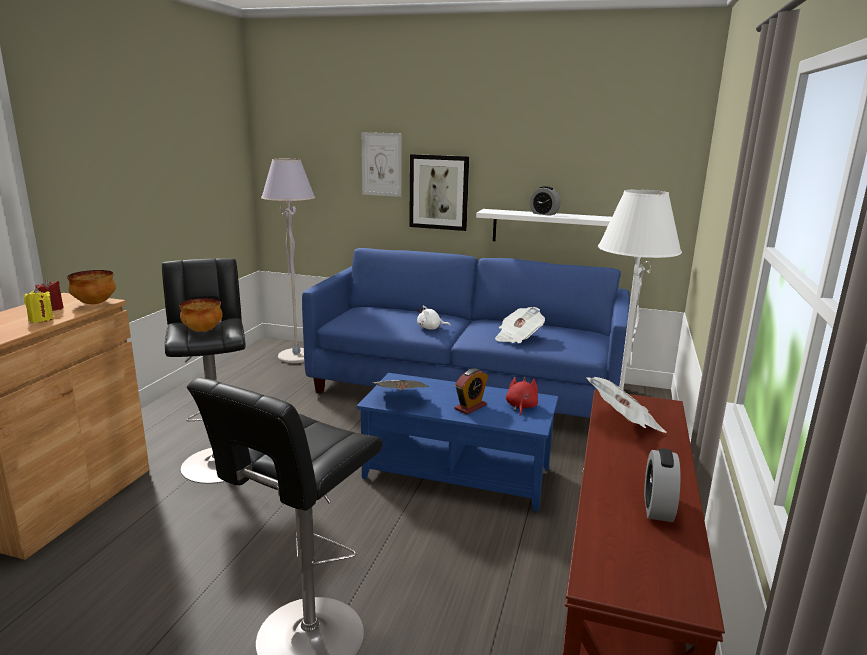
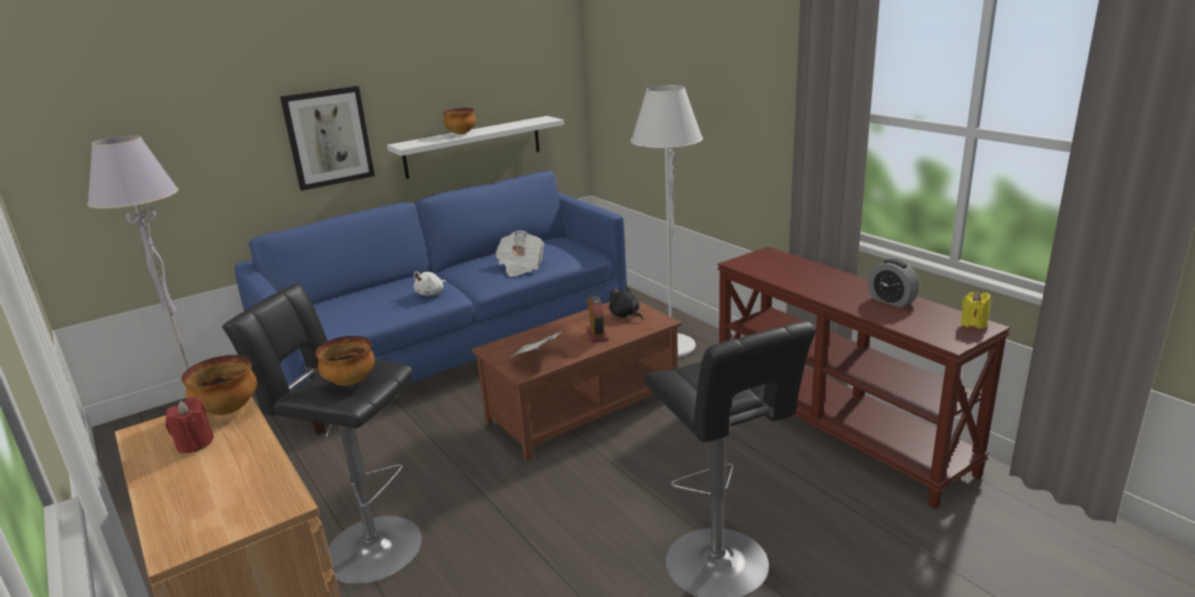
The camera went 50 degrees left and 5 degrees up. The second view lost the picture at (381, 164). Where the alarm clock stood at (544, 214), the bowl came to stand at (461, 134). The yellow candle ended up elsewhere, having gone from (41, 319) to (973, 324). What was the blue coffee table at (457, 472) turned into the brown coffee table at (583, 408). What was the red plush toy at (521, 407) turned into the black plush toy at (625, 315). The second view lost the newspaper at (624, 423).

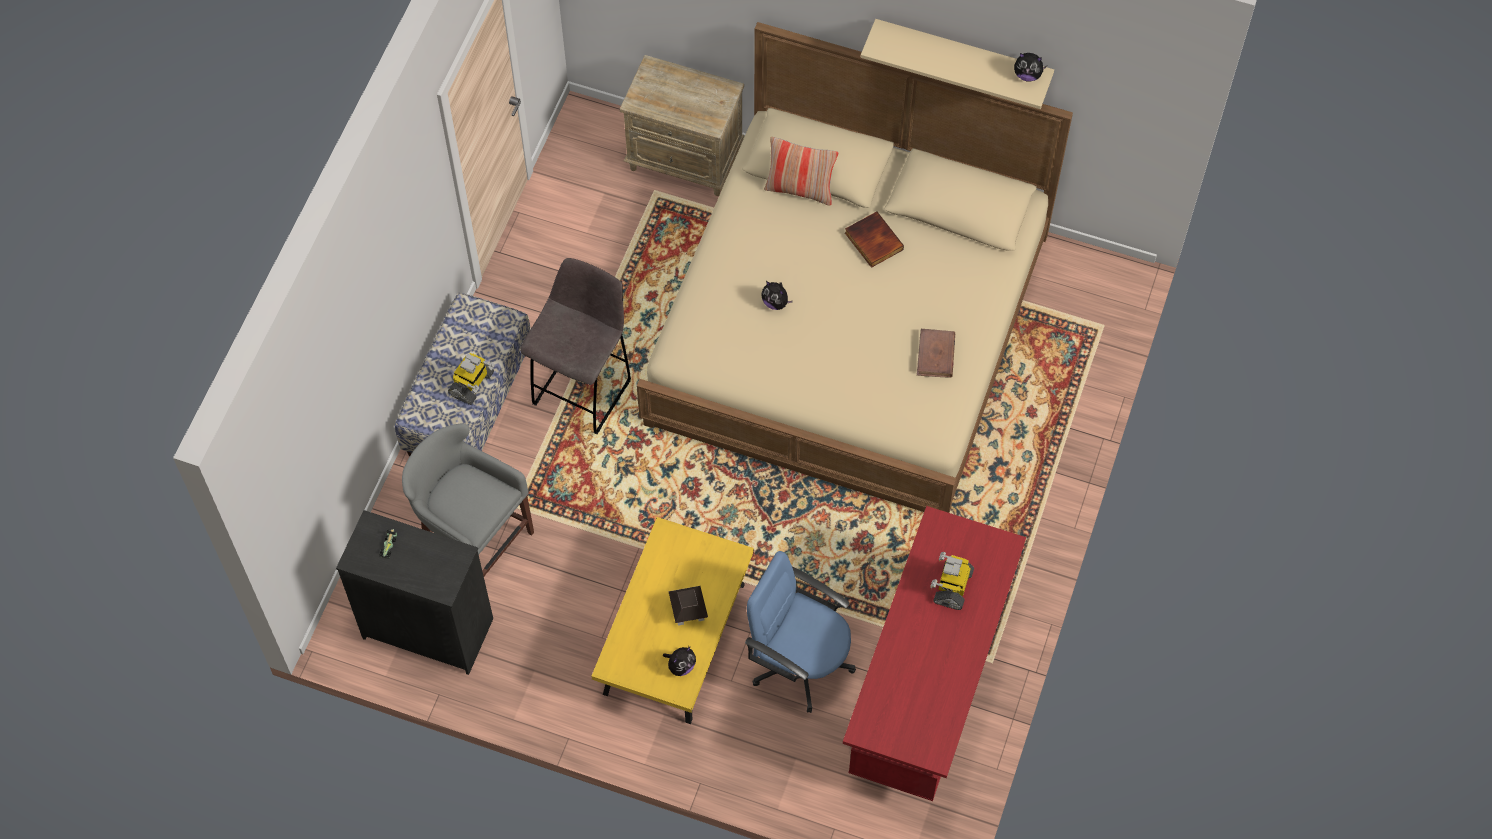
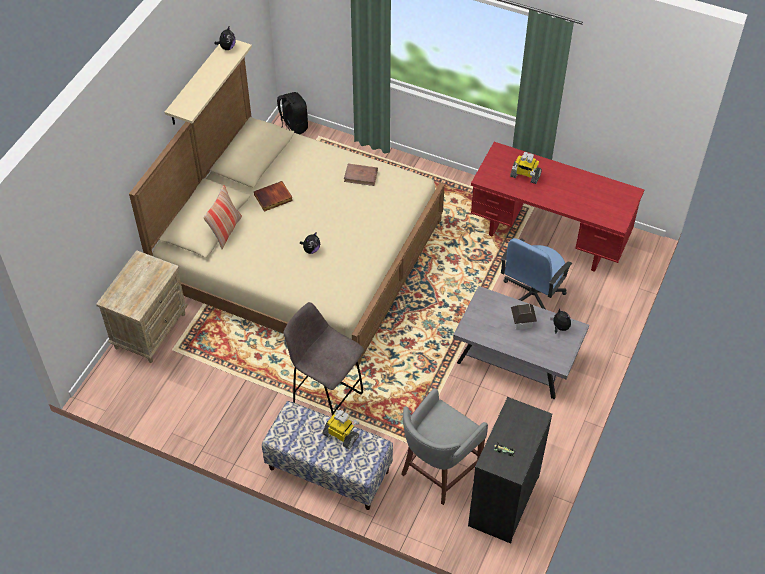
The camera went 85 degrees left and 10 degrees down. What was the yellow coffee table at (675, 640) turned into the grey coffee table at (516, 358). The second view gained the black backpack at (293, 127).

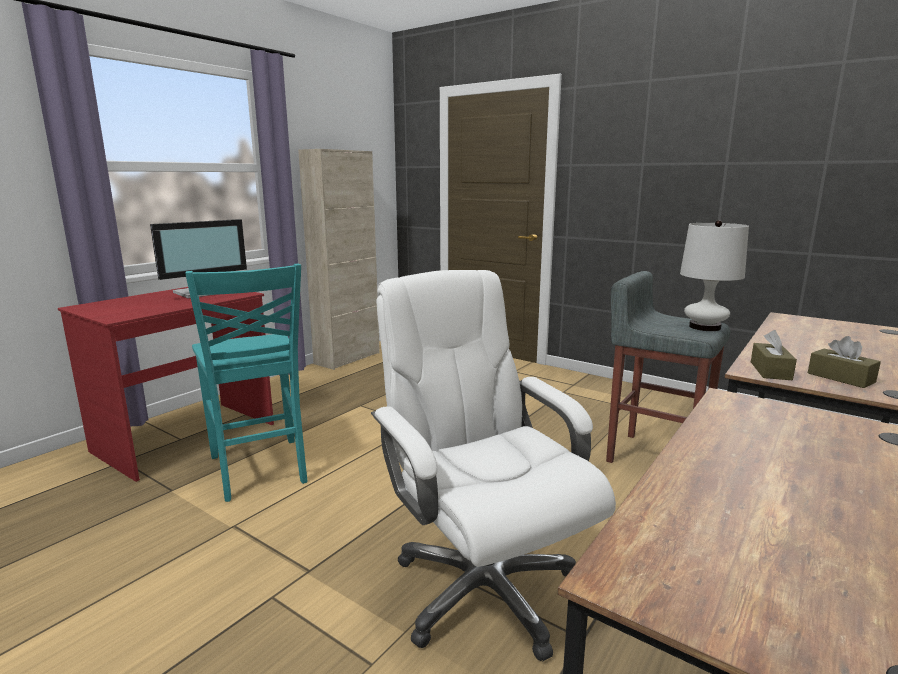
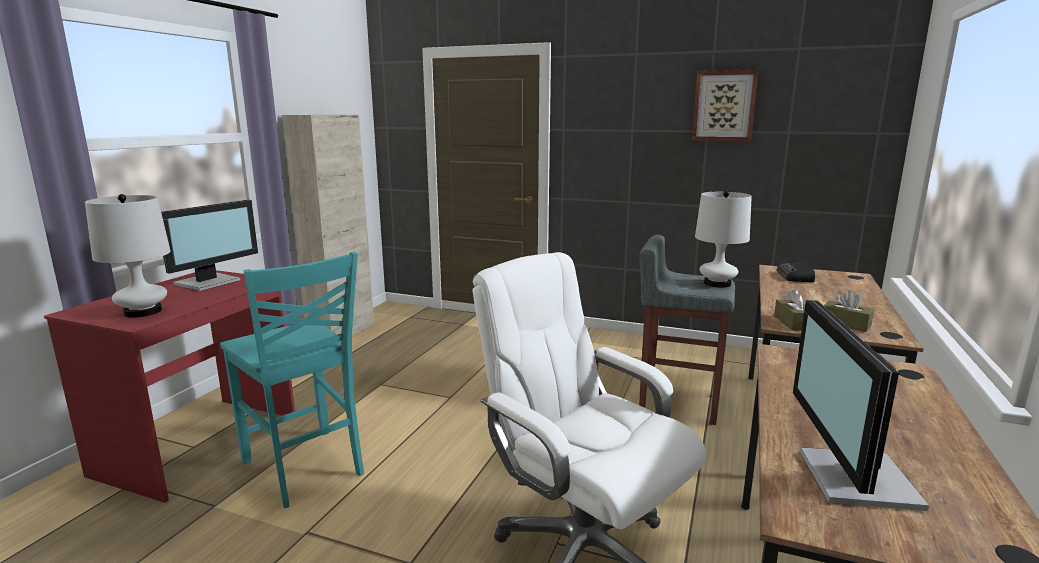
The camera went 15 degrees left and 0 degrees up. The second view gained the picture at (724, 106). The second view gained the white table lamp at (143, 312). The second view gained the radio at (795, 276). The second view gained the monitor at (853, 479).

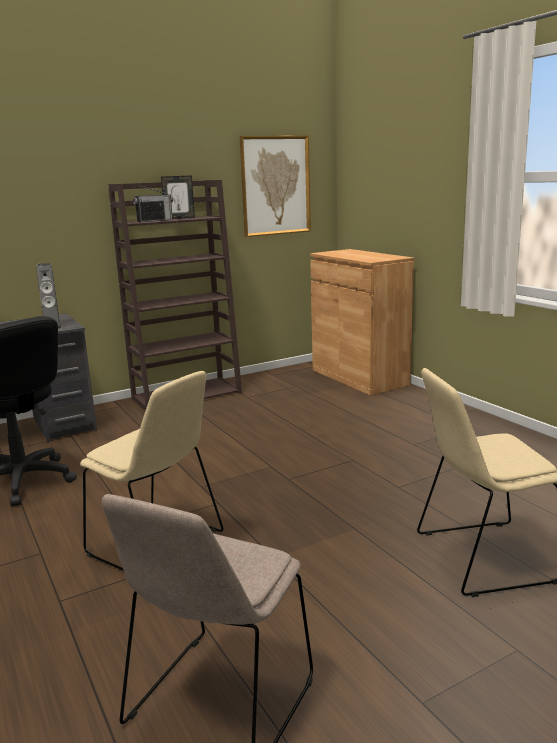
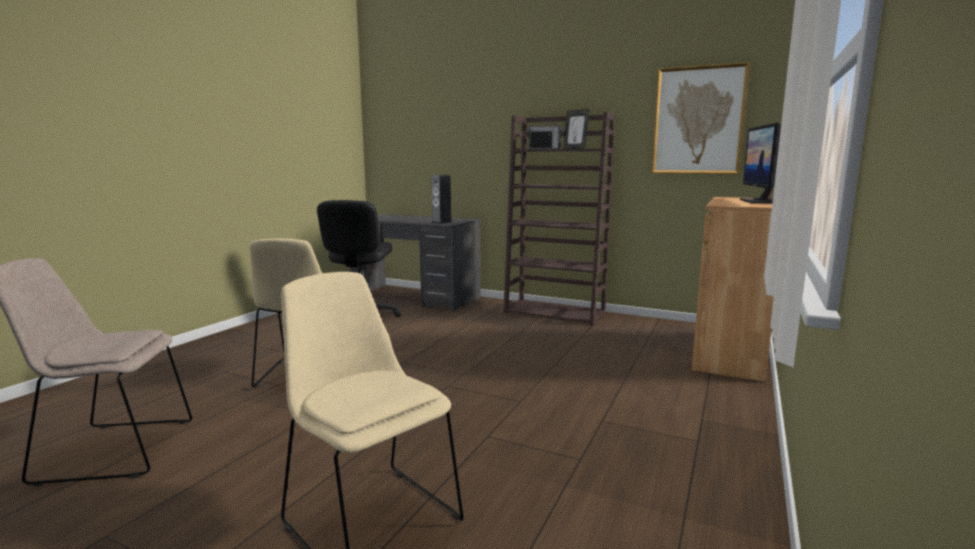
The camera went 55 degrees right and 5 degrees down. The second view gained the monitor at (758, 201).

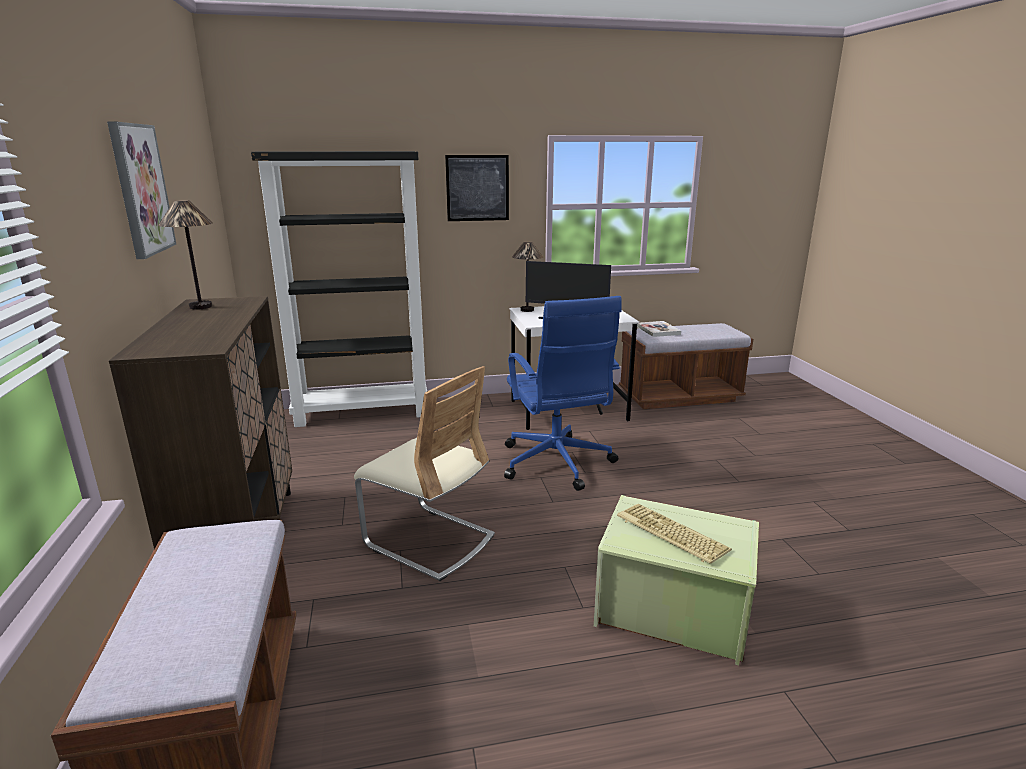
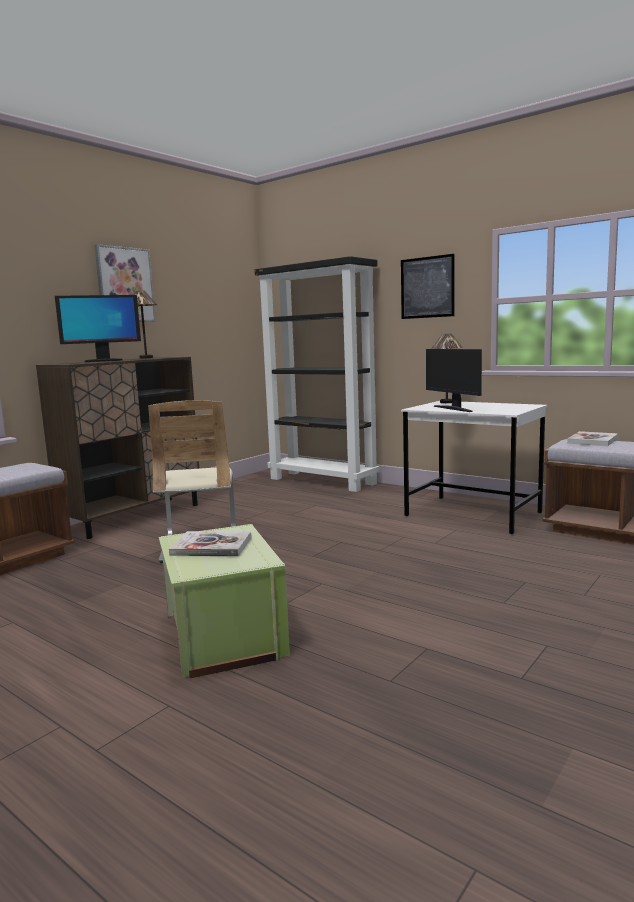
The camera went 50 degrees right and 10 degrees down. The second view lost the blue office chair at (557, 464). Where the keyboard stood at (669, 534), the book came to stand at (211, 546). The second view gained the monitor at (103, 361).

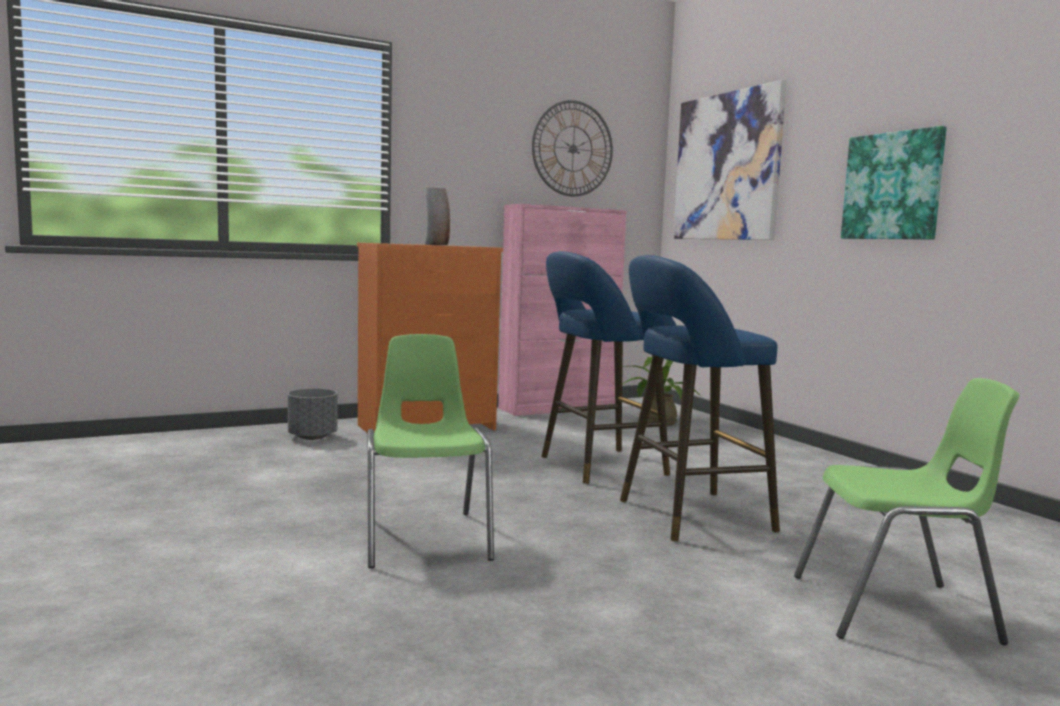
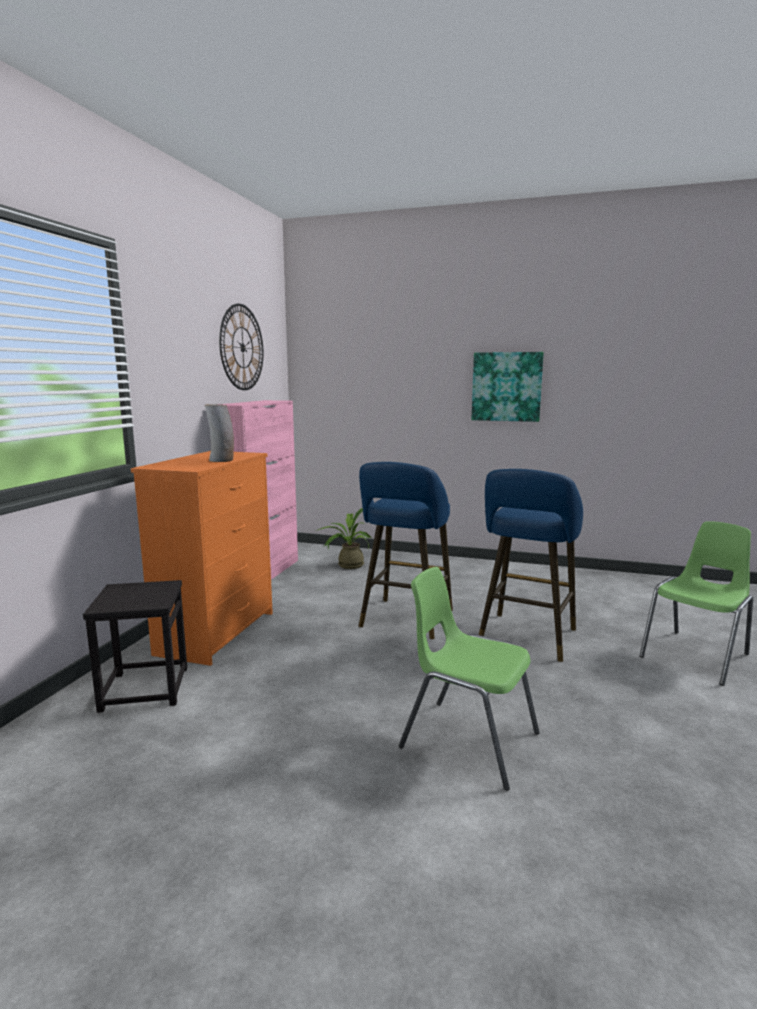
The camera went 45 degrees left and 5 degrees up. The second view lost the picture at (727, 167). Where the grey planter stood at (312, 437), the black stool came to stand at (144, 689).

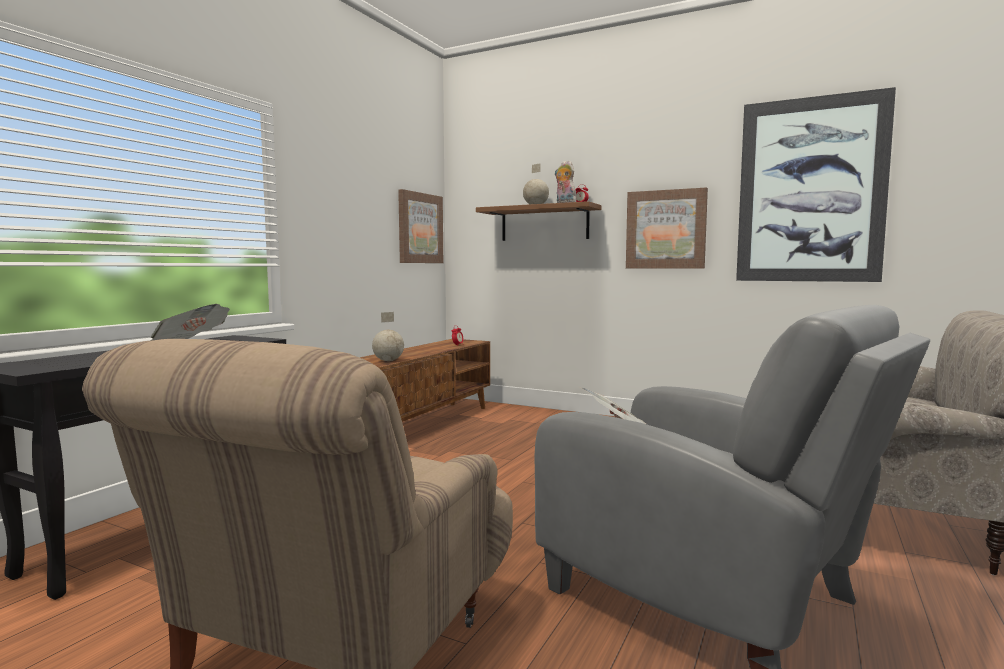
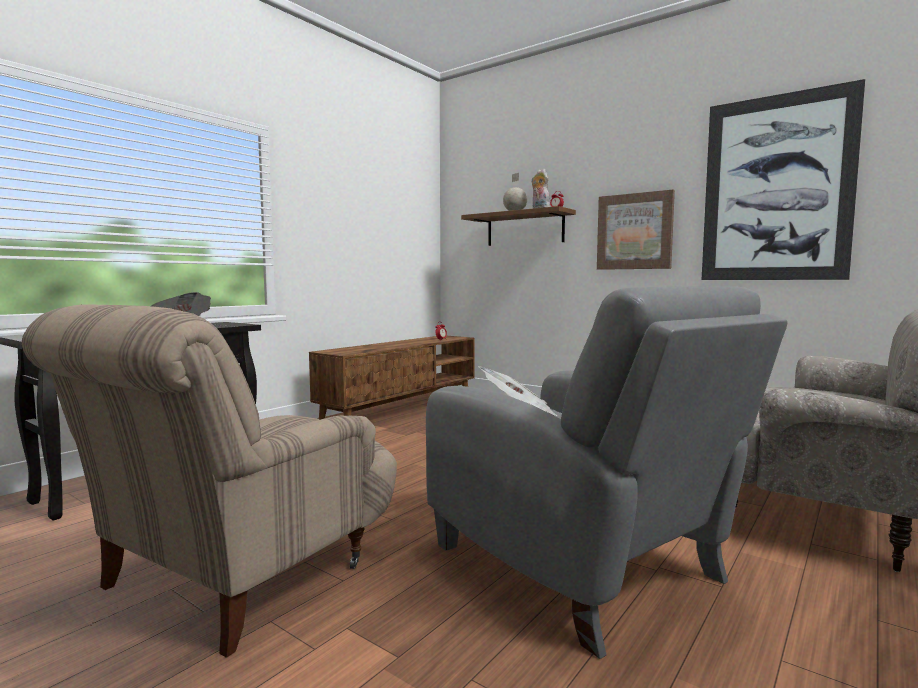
The camera went 10 degrees right and 0 degrees up. The second view lost the picture at (420, 228). The second view lost the globe at (388, 361).

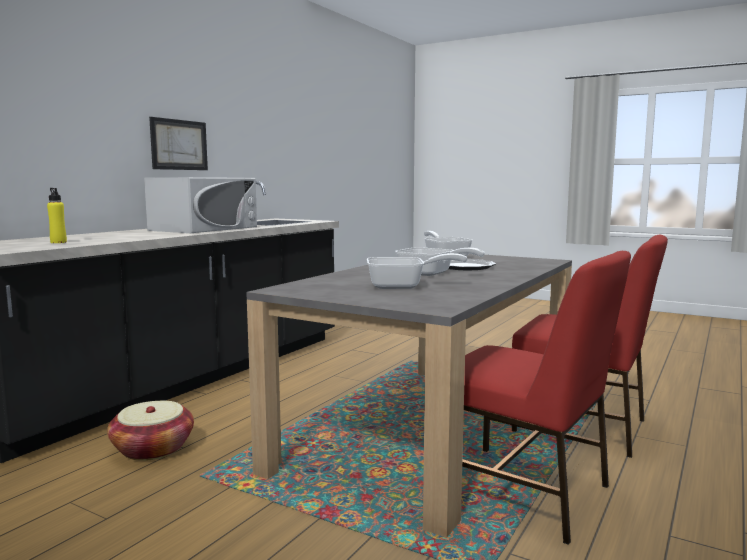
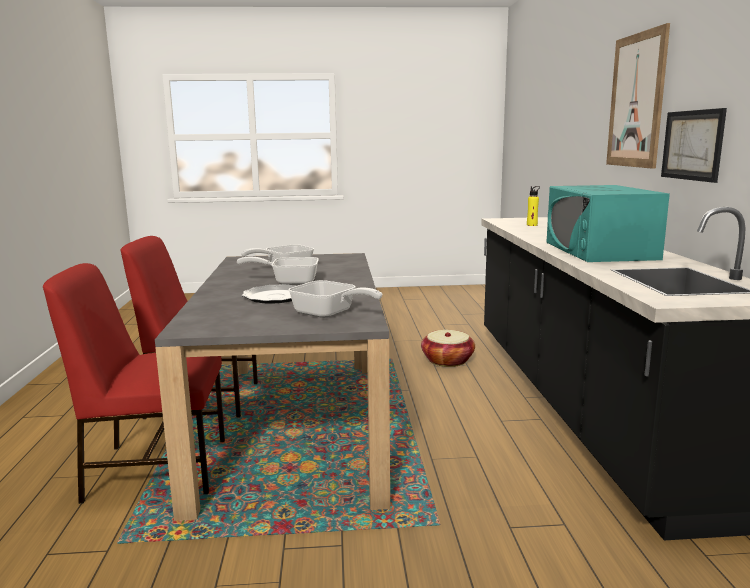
The camera went 145 degrees right and 5 degrees up. What was the white microwave at (204, 228) turned into the turquoise microwave at (599, 250). The second view gained the picture at (636, 101).

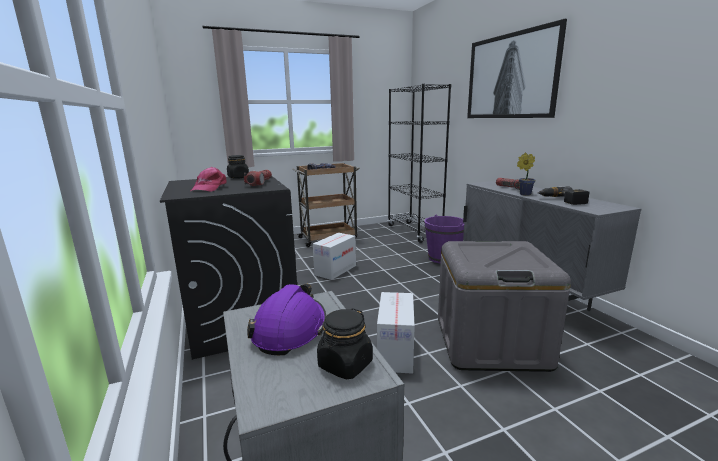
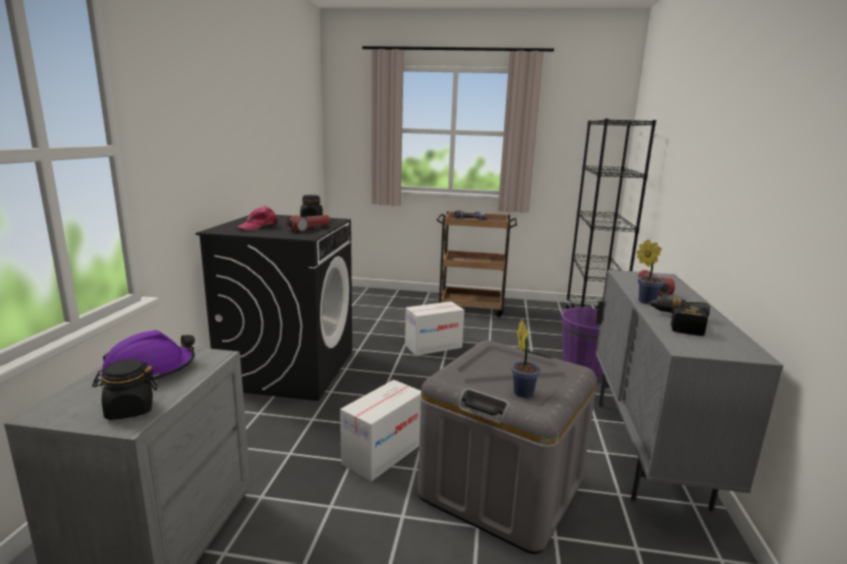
The camera went 30 degrees right and 0 degrees up. The second view lost the picture at (511, 76). The second view gained the potted plant at (522, 391).

